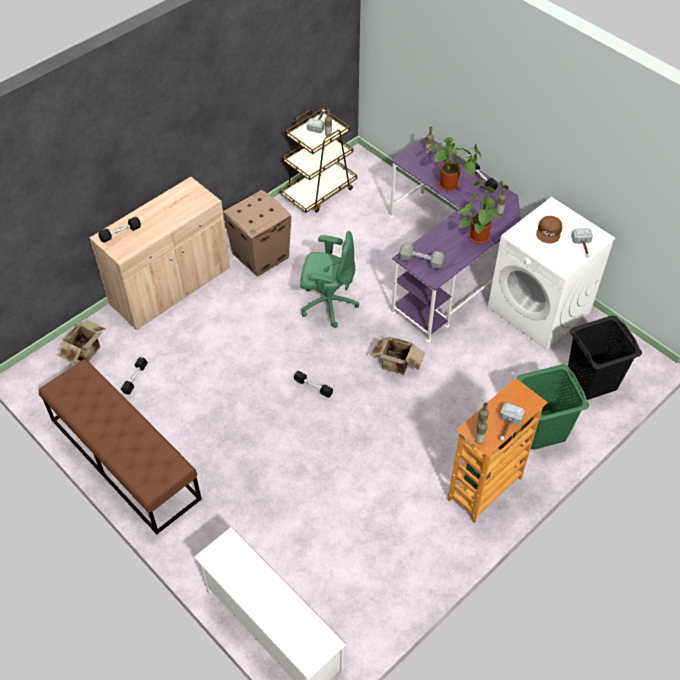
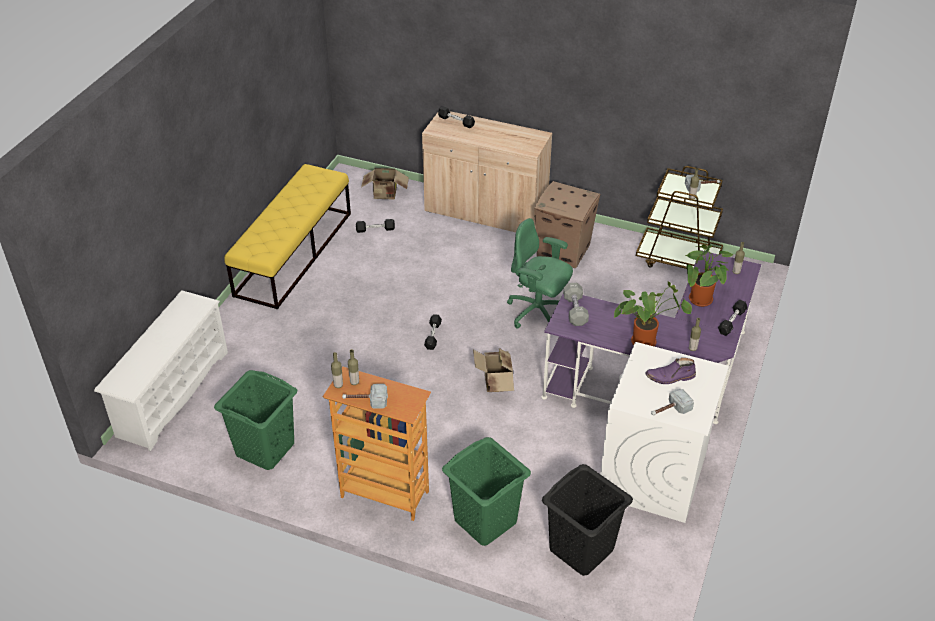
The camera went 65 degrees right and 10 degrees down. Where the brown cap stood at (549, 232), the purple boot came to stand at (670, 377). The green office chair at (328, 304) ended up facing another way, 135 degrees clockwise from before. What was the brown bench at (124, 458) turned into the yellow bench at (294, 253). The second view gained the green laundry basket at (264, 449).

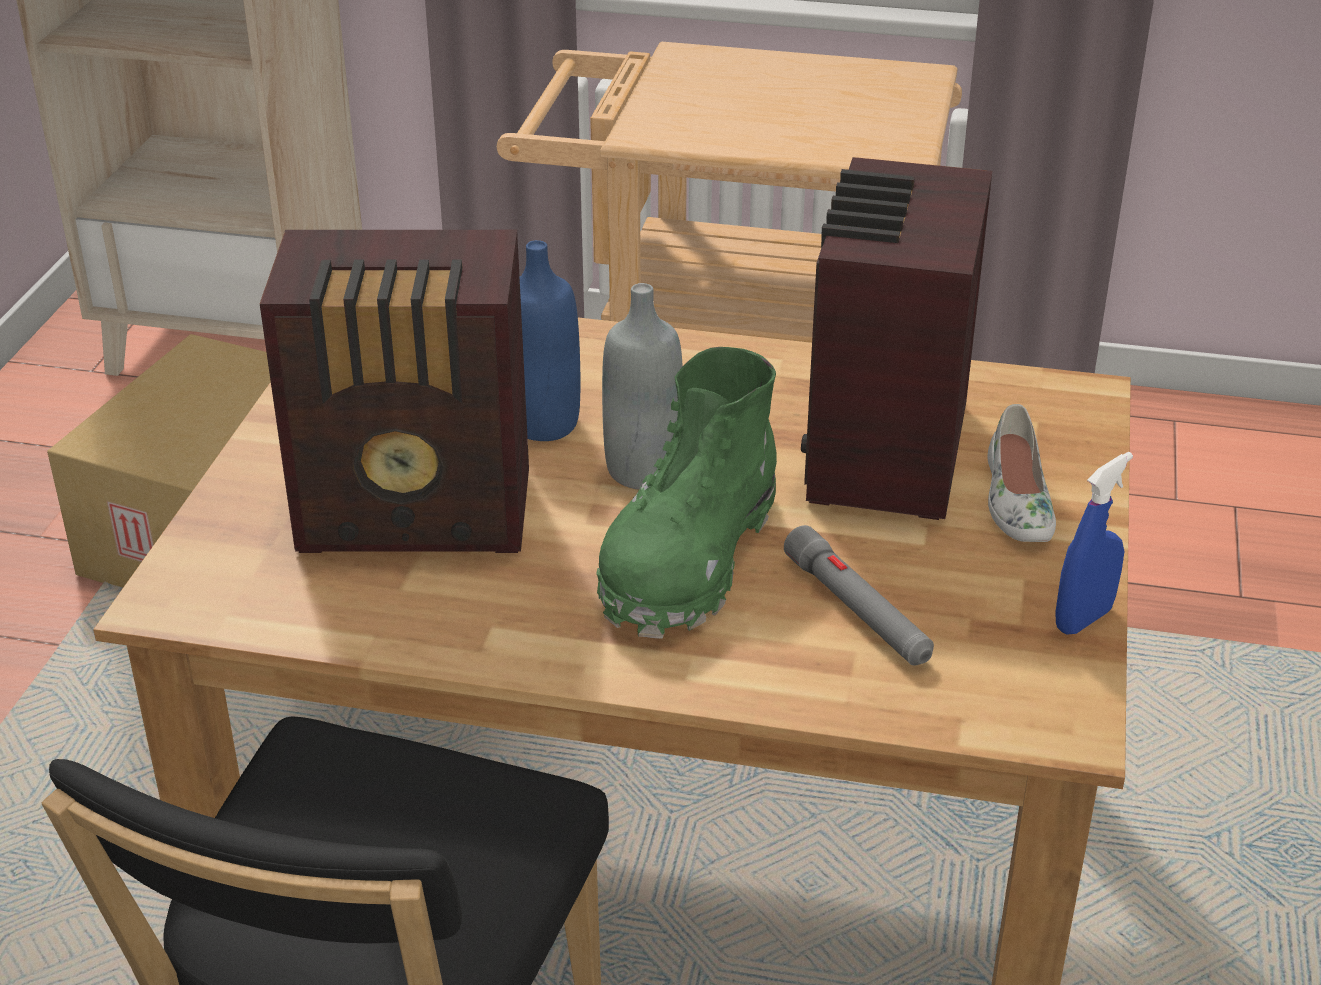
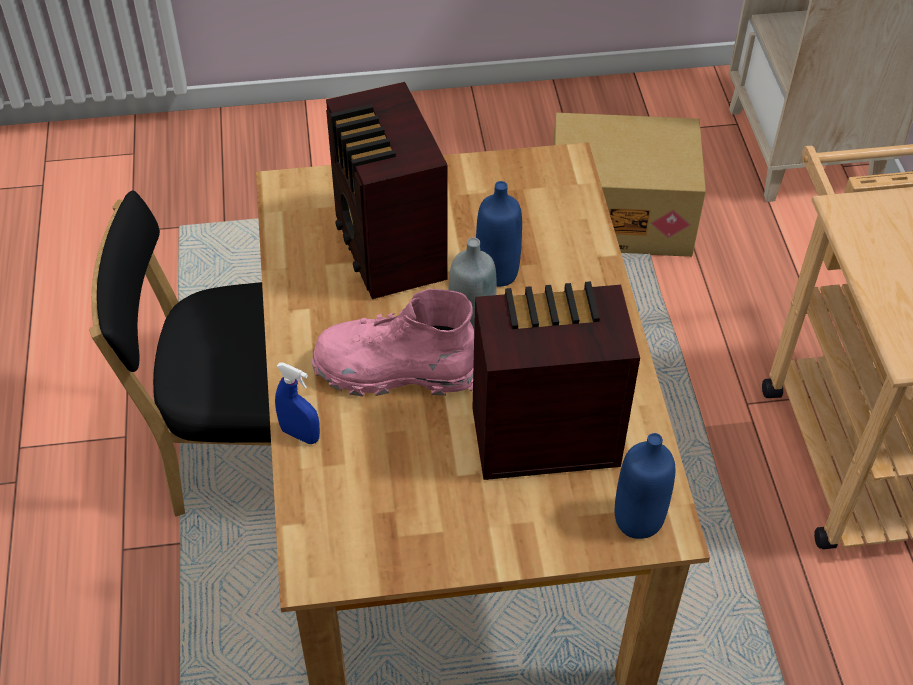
The camera went 70 degrees right and 15 degrees up. What was the green boot at (688, 560) turned into the pink boot at (396, 371). The second view lost the white shoe at (1016, 500). The blue spray bottle ended up elsewhere, having gone from (1083, 619) to (300, 434). The second view lost the grey flashlight at (857, 610). The second view gained the blue bottle at (638, 520).

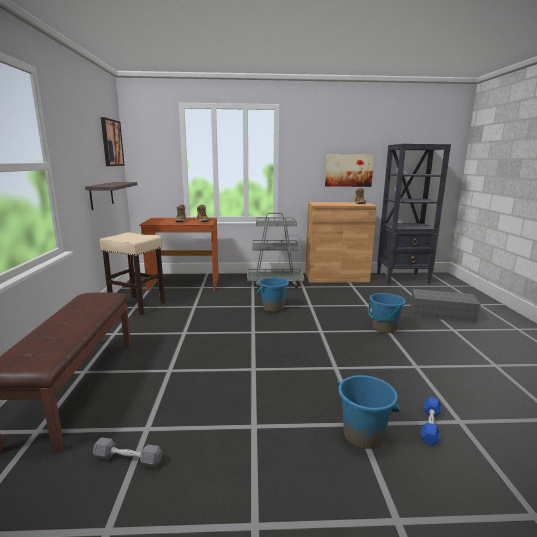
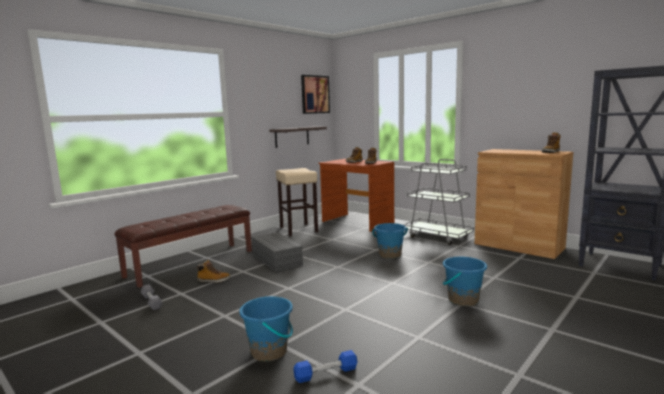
The camera went 45 degrees right and 5 degrees down. The second view lost the picture at (348, 170). The grey storage box ended up elsewhere, having gone from (441, 314) to (275, 260). The second view gained the boot at (213, 280).

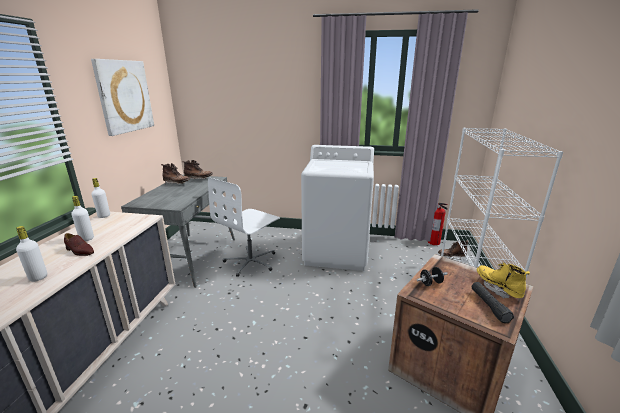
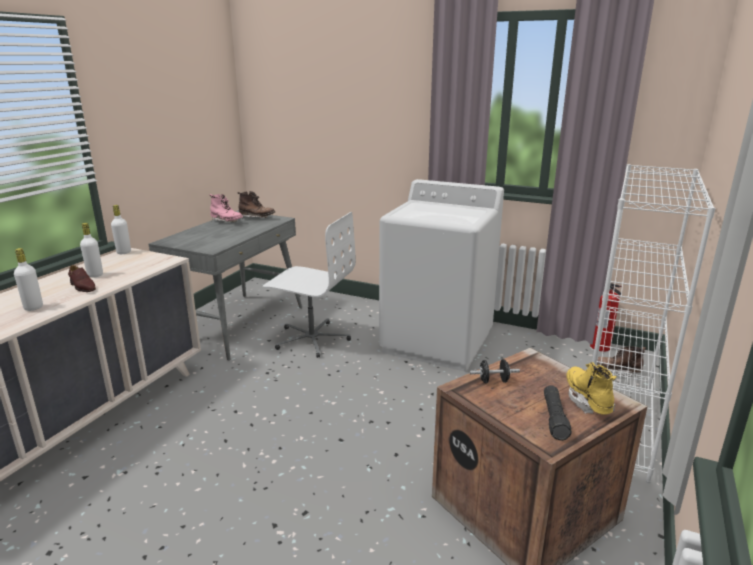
The camera went 15 degrees right and 0 degrees up. The second view lost the picture at (124, 96). What was the brown boot at (176, 183) turned into the pink boot at (226, 222). The white office chair at (251, 262) ended up facing another way, 120 degrees counterclockwise from before.

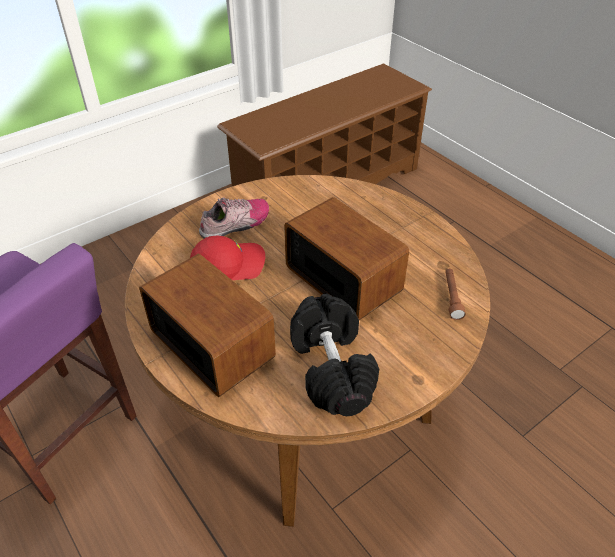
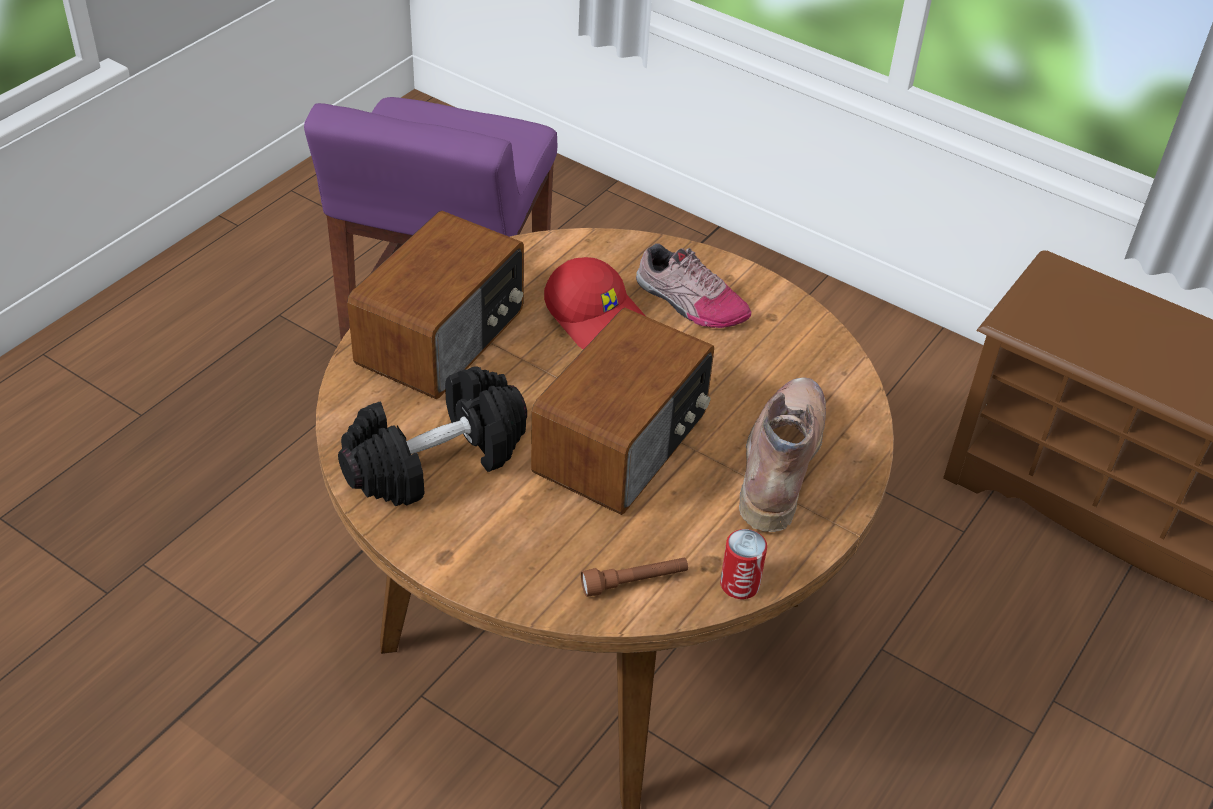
The camera went 70 degrees right and 0 degrees up. The second view gained the brown boot at (779, 460). The second view gained the can at (739, 584).

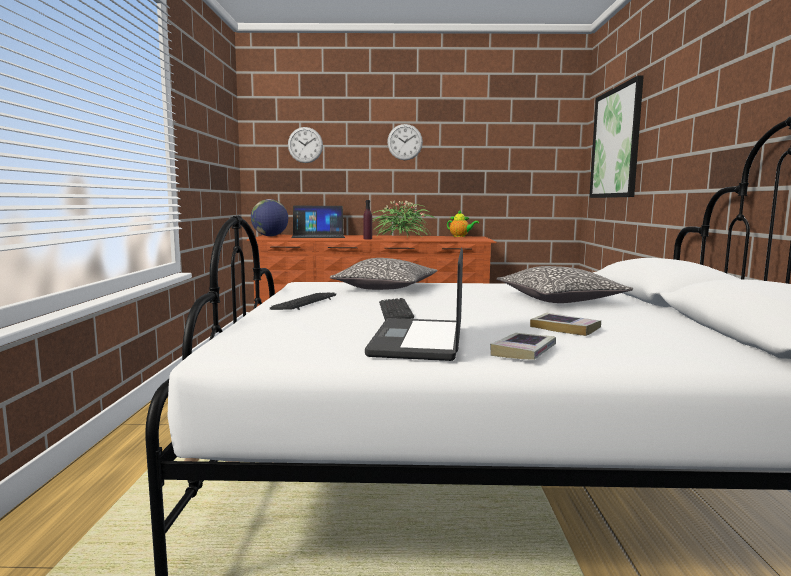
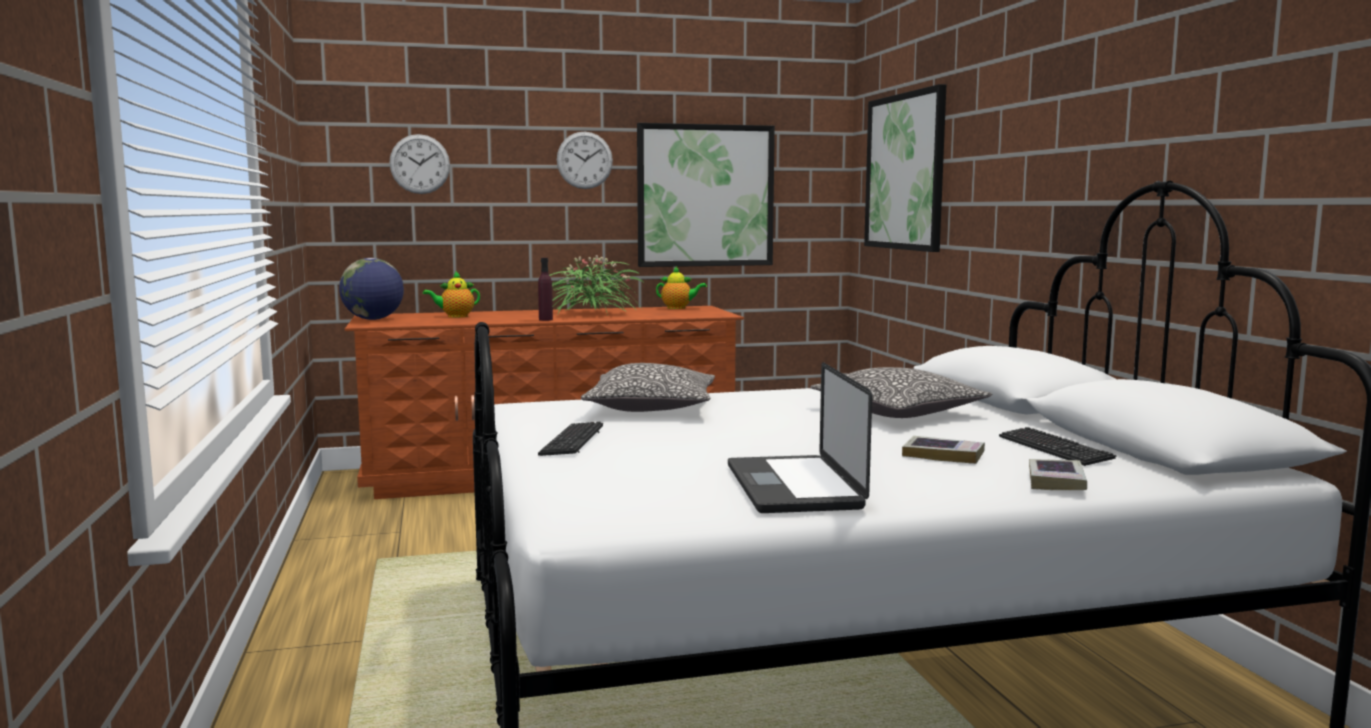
The camera went 15 degrees left and 0 degrees up. Where the laptop stood at (318, 236), the teapot came to stand at (455, 316). The keyboard ended up elsewhere, having gone from (395, 311) to (1054, 449). The book ended up elsewhere, having gone from (524, 352) to (1056, 481). The second view gained the picture at (705, 196).

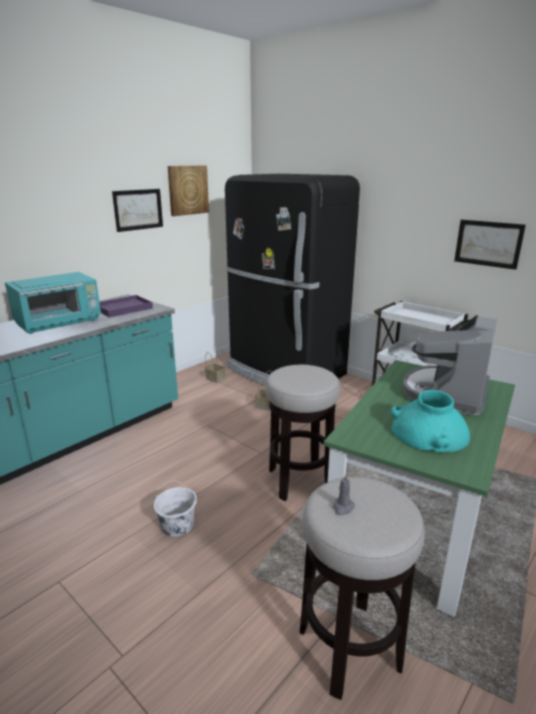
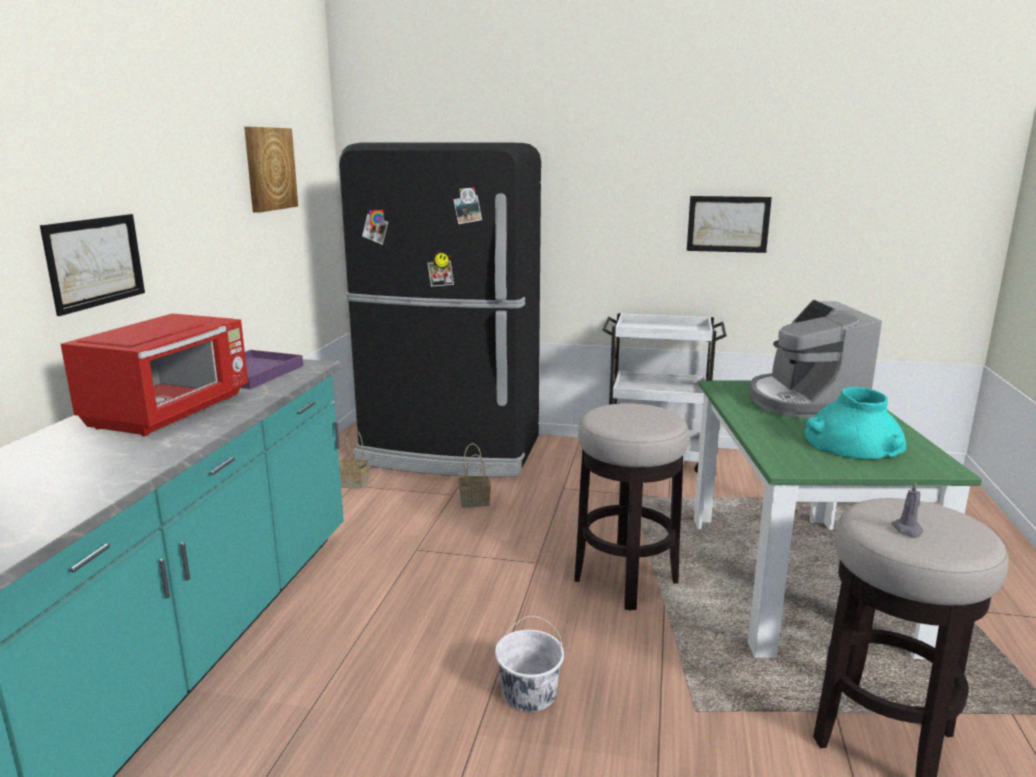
The camera went 30 degrees left and 5 degrees down. The picture ended up elsewhere, having gone from (138, 209) to (95, 262). What was the turquoise microwave at (59, 323) turned into the red microwave at (171, 411).

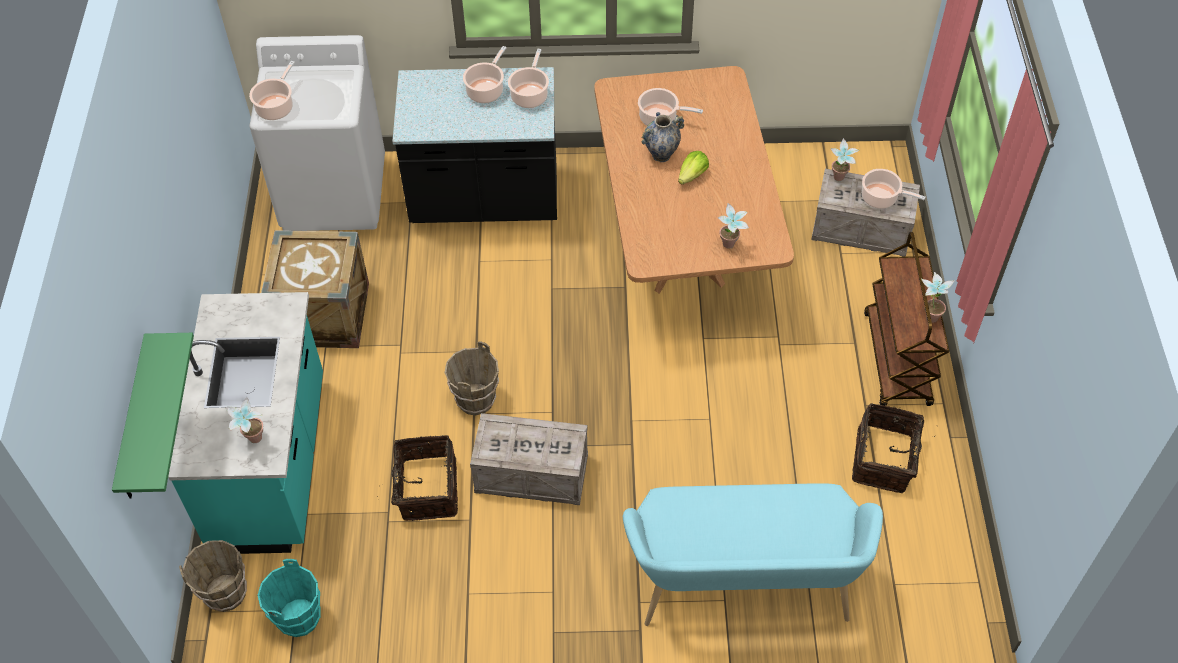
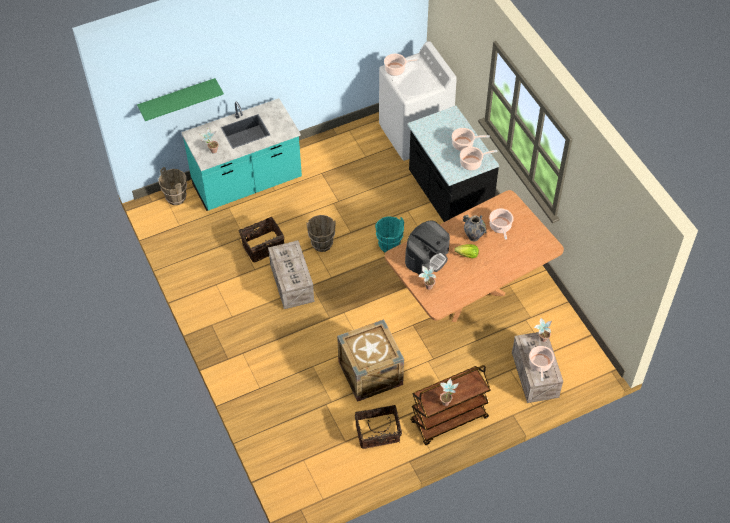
The camera went 65 degrees right and 0 degrees up. The crate ended up elsewhere, having gone from (323, 314) to (370, 373). The second view lost the turquoise bench at (742, 588). The turquoise bucket ended up elsewhere, having gone from (300, 618) to (389, 246). The second view gained the coffee machine at (426, 257).

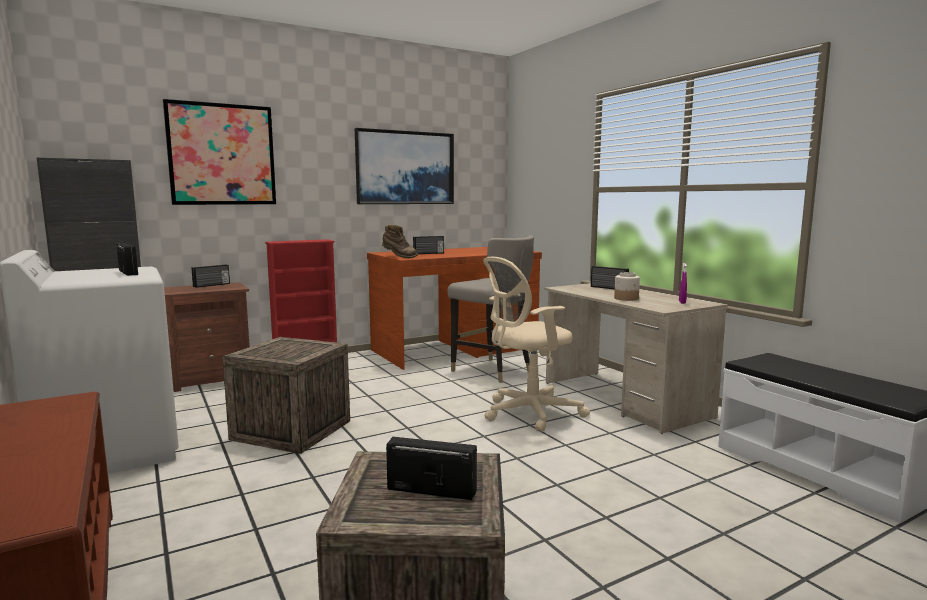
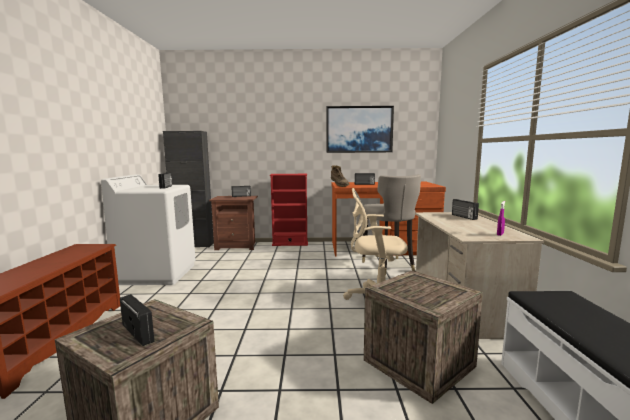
The camera went 30 degrees right and 0 degrees up. The second view lost the picture at (222, 154). The second view lost the jar at (626, 298). The crate ended up elsewhere, having gone from (292, 430) to (419, 363).

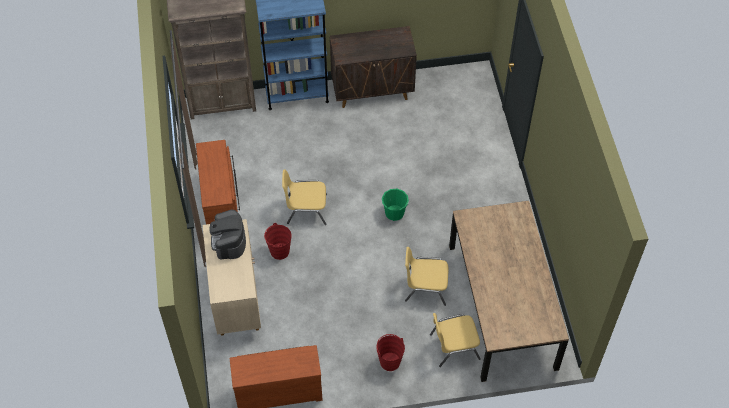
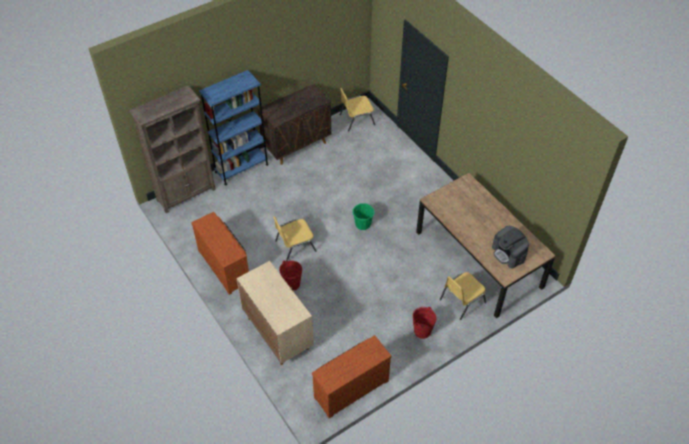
The camera went 25 degrees left and 5 degrees down. The coffee machine ended up elsewhere, having gone from (229, 242) to (508, 253). The yellow chair ended up elsewhere, having gone from (425, 287) to (356, 119).

